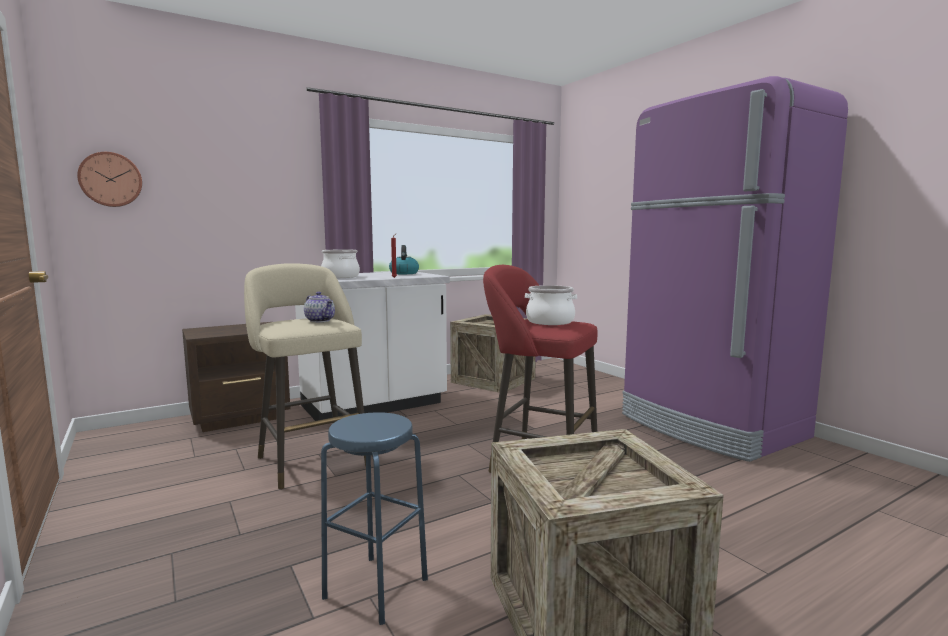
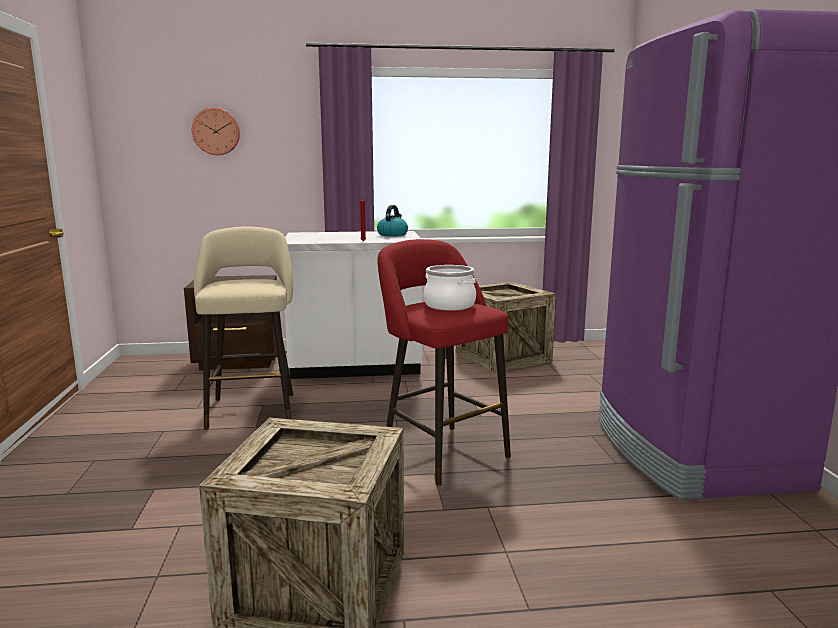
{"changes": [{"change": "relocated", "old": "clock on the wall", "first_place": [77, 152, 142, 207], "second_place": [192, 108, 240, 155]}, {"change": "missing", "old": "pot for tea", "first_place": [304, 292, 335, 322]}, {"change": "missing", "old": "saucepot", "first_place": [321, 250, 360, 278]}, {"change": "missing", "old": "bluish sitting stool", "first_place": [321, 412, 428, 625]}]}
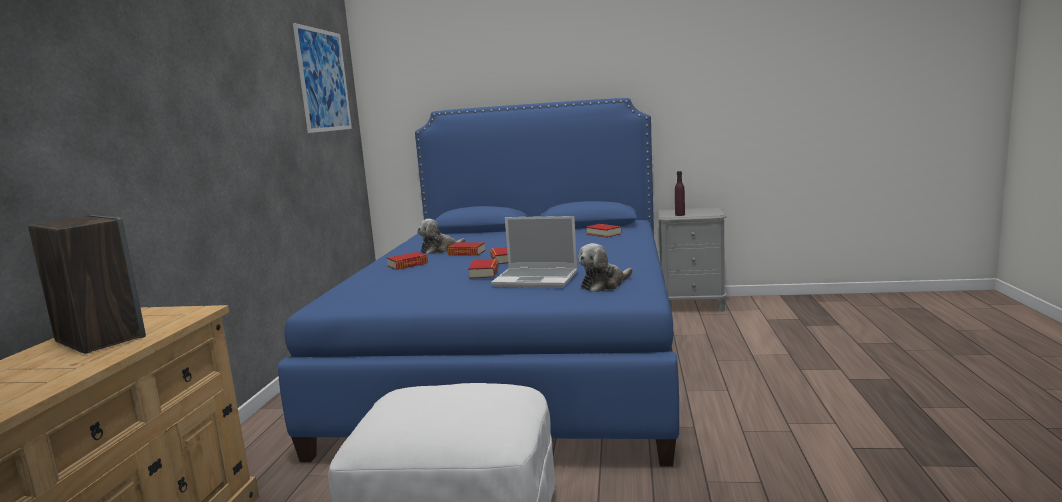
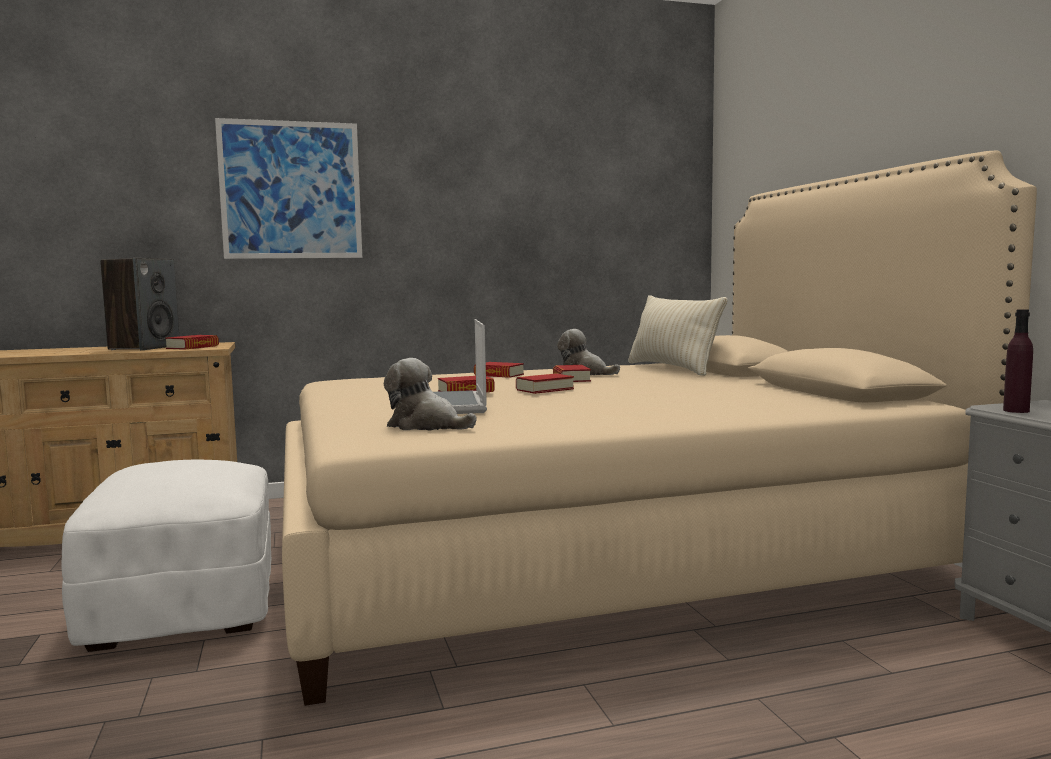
{"changes": [{"change": "colour", "old": "bluish bed", "new": "beige-coloured bed", "first_place": [278, 98, 679, 467], "second_place": [282, 150, 1037, 706]}, {"change": "relocated", "old": "picture", "first_place": [293, 23, 352, 133], "second_place": [215, 118, 362, 259]}, {"change": "relocated", "old": "bound book", "first_place": [586, 224, 622, 238], "second_place": [165, 335, 219, 350]}, {"change": "appeared", "new": "beige-coloured cushion", "second_place": [628, 295, 727, 376]}]}
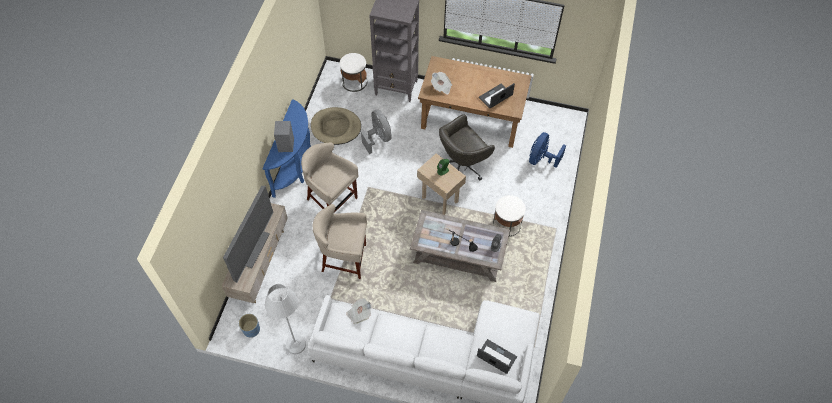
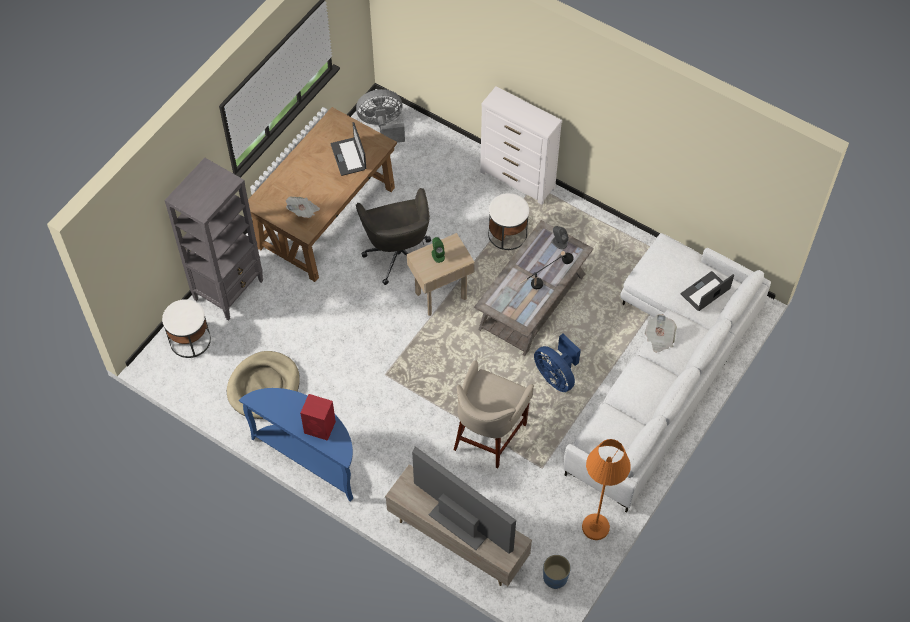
{"changes": [{"change": "colour", "old": "white-coloured standing lamp", "new": "orangey standing lamp", "first_place": [265, 284, 306, 354], "second_place": [582, 439, 631, 540]}, {"change": "colour", "old": "grey loudspeaker", "new": "red loudspeaker", "first_place": [274, 121, 294, 152], "second_place": [300, 394, 336, 441]}, {"change": "missing", "old": "beige-coloured sitting stool", "first_place": [301, 143, 359, 213]}, {"change": "relocated", "old": "newspaper", "first_place": [346, 298, 372, 324], "second_place": [645, 314, 677, 353]}, {"change": "relocated", "old": "grey cooling fan", "first_place": [361, 110, 392, 154], "second_place": [356, 89, 405, 143]}, {"change": "relocated", "old": "bluish cooling fan", "first_place": [529, 132, 566, 168], "second_place": [534, 334, 581, 392]}, {"change": "appeared", "new": "white-coloured chest of drawers", "second_place": [480, 86, 562, 205]}]}
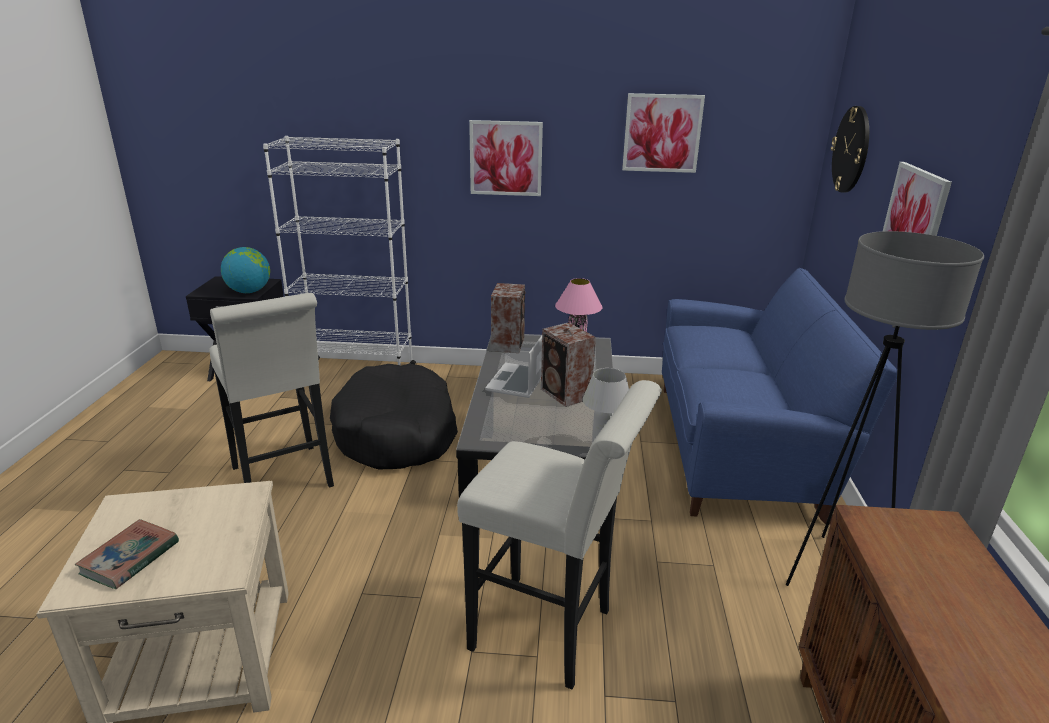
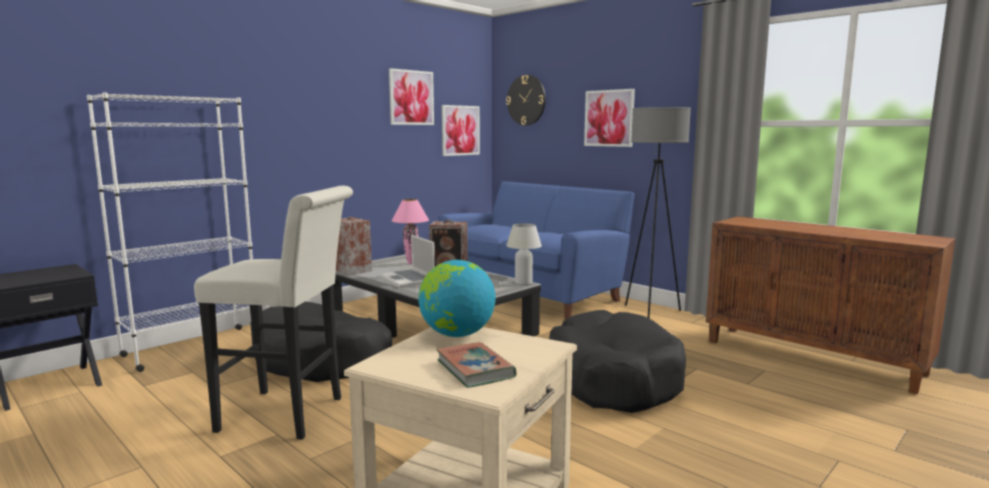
{"changes": [{"change": "relocated", "old": "globe", "first_place": [221, 247, 270, 293], "second_place": [418, 260, 495, 337]}, {"change": "exchanged", "old": "white-coloured sitting stool", "new": "black-coloured dog cushion", "first_place": [457, 380, 662, 690], "second_place": [549, 310, 686, 413]}, {"change": "relocated", "old": "picture", "first_place": [469, 120, 543, 196], "second_place": [442, 105, 480, 156]}]}
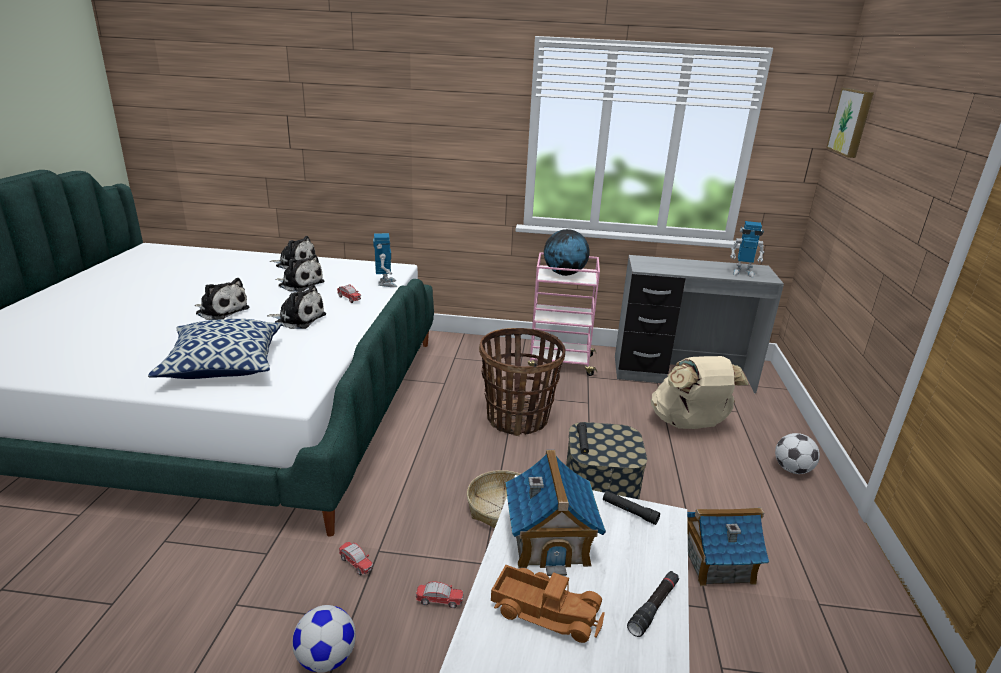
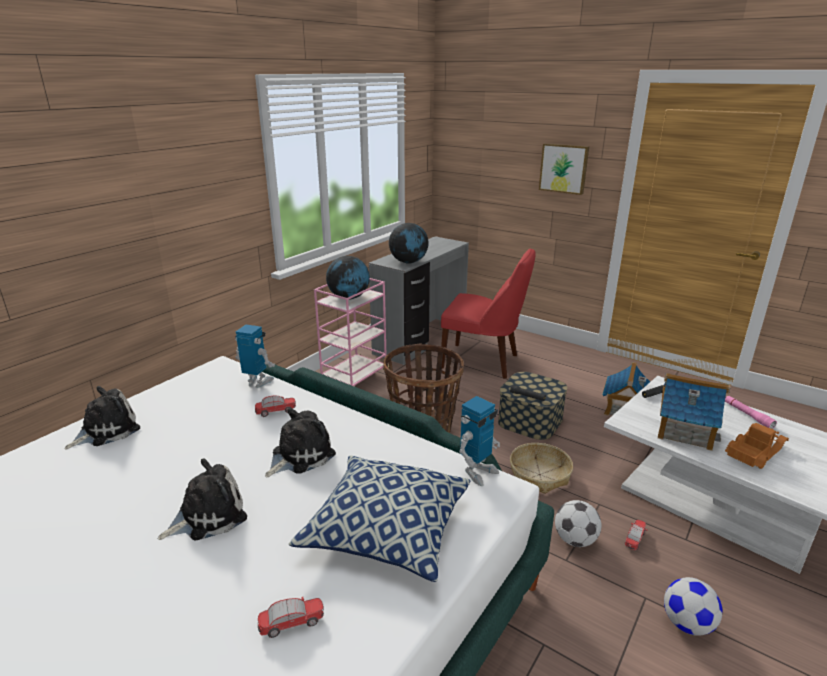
{"changes": [{"change": "missing", "old": "cuddly toy", "first_place": [275, 254, 325, 292]}, {"change": "relocated", "old": "miniature car", "first_place": [339, 542, 373, 575], "second_place": [258, 597, 324, 638]}, {"change": "colour", "old": "black-coloured hand torch", "new": "pinkish hand torch", "first_place": [627, 571, 679, 637], "second_place": [725, 396, 777, 429]}, {"change": "exchanged", "old": "beige-coloured backpack", "new": "red upright chair", "first_place": [651, 356, 749, 429], "second_place": [441, 248, 536, 379]}, {"change": "relocated", "old": "toy robot", "first_place": [730, 221, 764, 278], "second_place": [459, 396, 500, 486]}, {"change": "relocated", "old": "ball for football", "first_place": [775, 433, 820, 474], "second_place": [555, 500, 602, 547]}, {"change": "relocated", "old": "picture", "first_place": [826, 88, 874, 158], "second_place": [539, 143, 589, 195]}, {"change": "appeared", "new": "globe", "second_place": [389, 223, 429, 264]}]}
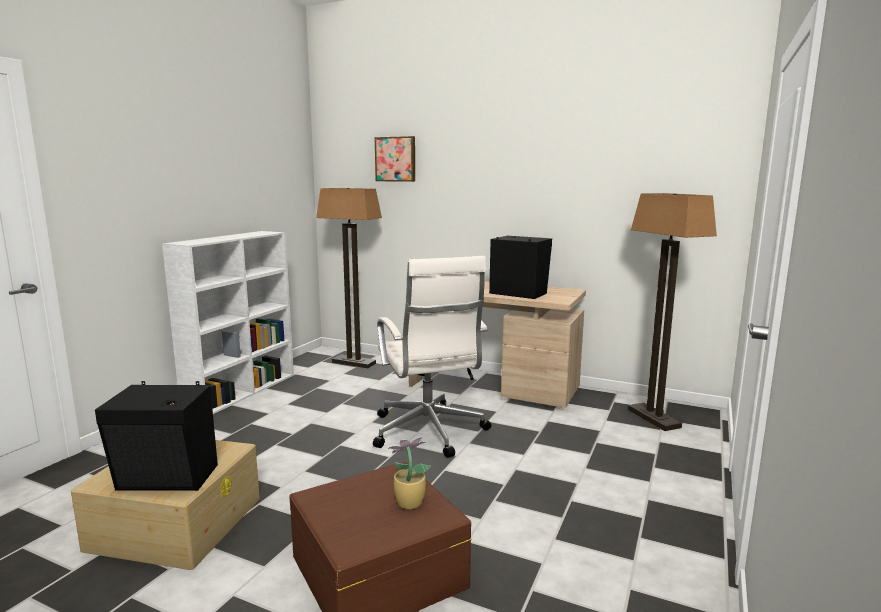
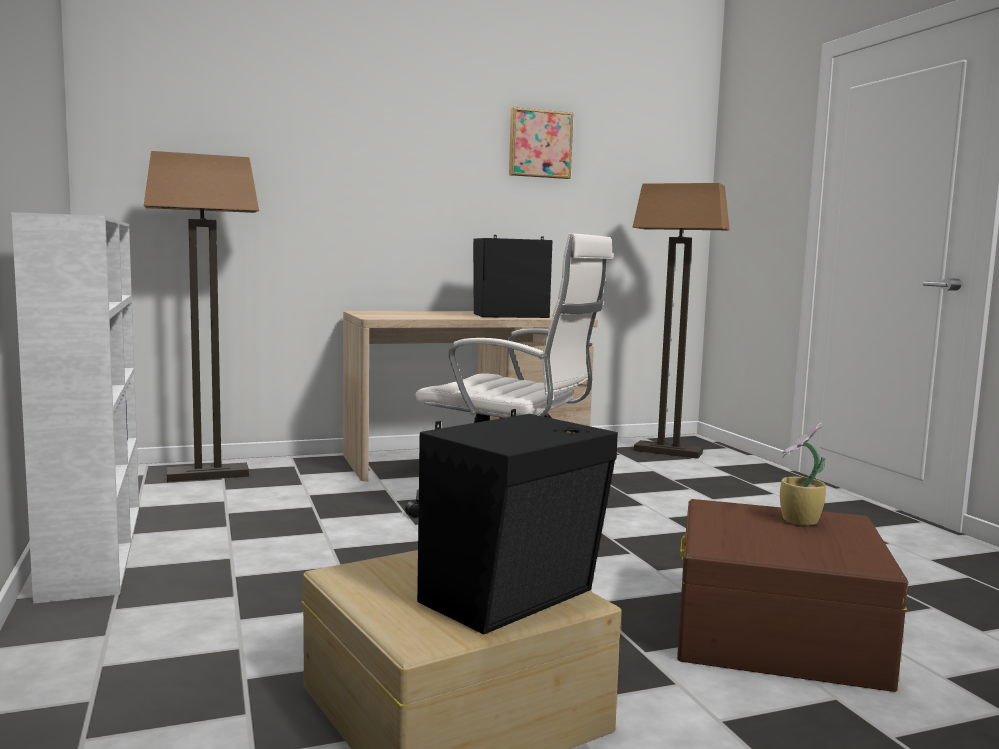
{"changes": [{"change": "relocated", "old": "picture", "first_place": [375, 136, 415, 182], "second_place": [509, 107, 573, 179]}]}
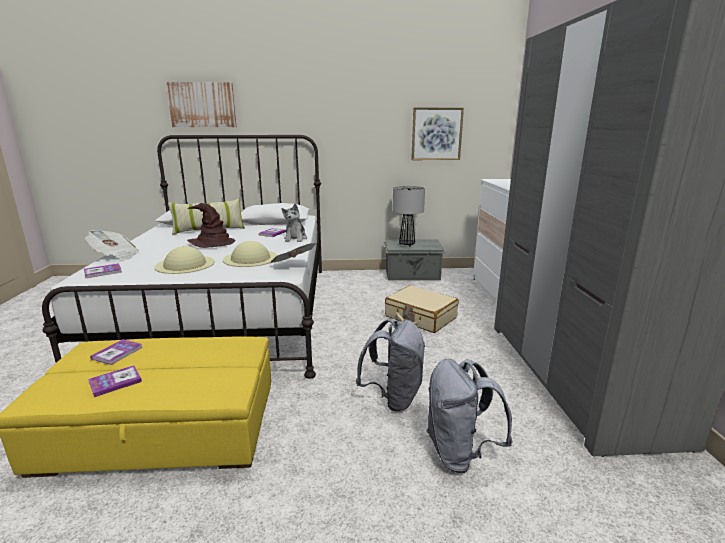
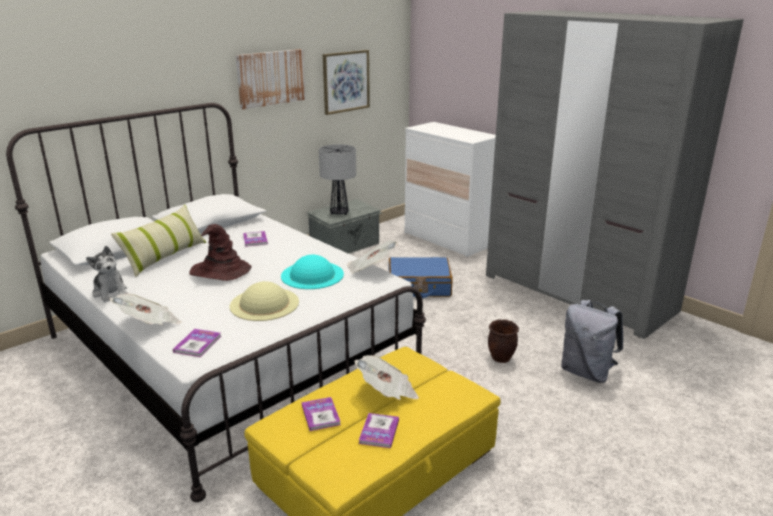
{"changes": [{"change": "relocated", "old": "picture", "first_place": [166, 82, 236, 127], "second_place": [236, 49, 306, 109]}, {"change": "colour", "old": "beige-coloured clothing hat", "new": "turquoise clothing hat", "first_place": [223, 241, 277, 267], "second_place": [281, 255, 344, 289]}, {"change": "relocated", "old": "cuddly toy", "first_place": [281, 204, 307, 242], "second_place": [86, 246, 128, 302]}, {"change": "exchanged", "old": "grey backpack", "new": "brown-coloured planter", "first_place": [356, 319, 425, 411], "second_place": [488, 320, 519, 363]}, {"change": "colour", "old": "beige-coloured travel case", "new": "bluish travel case", "first_place": [385, 285, 458, 333], "second_place": [389, 257, 453, 298]}, {"change": "appeared", "new": "newspaper", "second_place": [355, 355, 419, 400]}]}
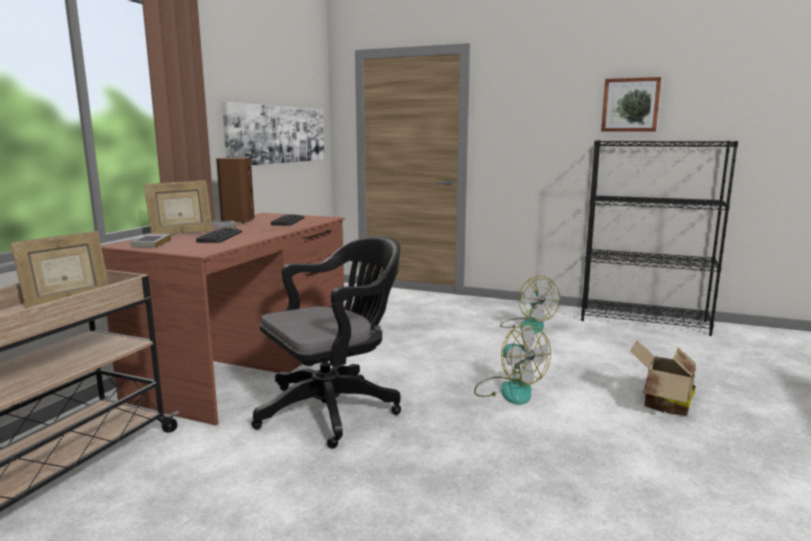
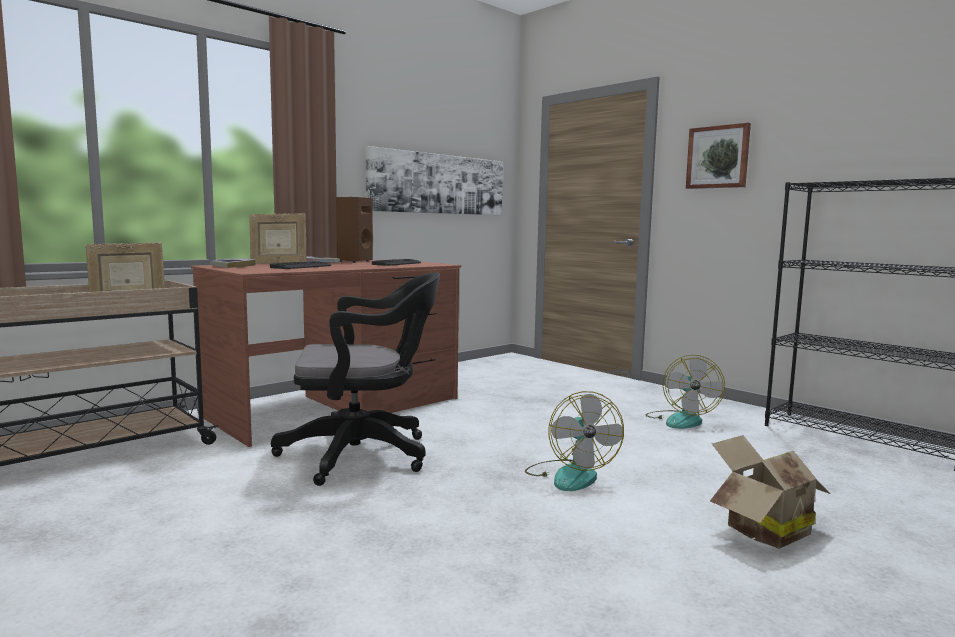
{"changes": [{"change": "relocated", "old": "picture", "first_place": [601, 77, 661, 132], "second_place": [686, 123, 751, 189]}]}
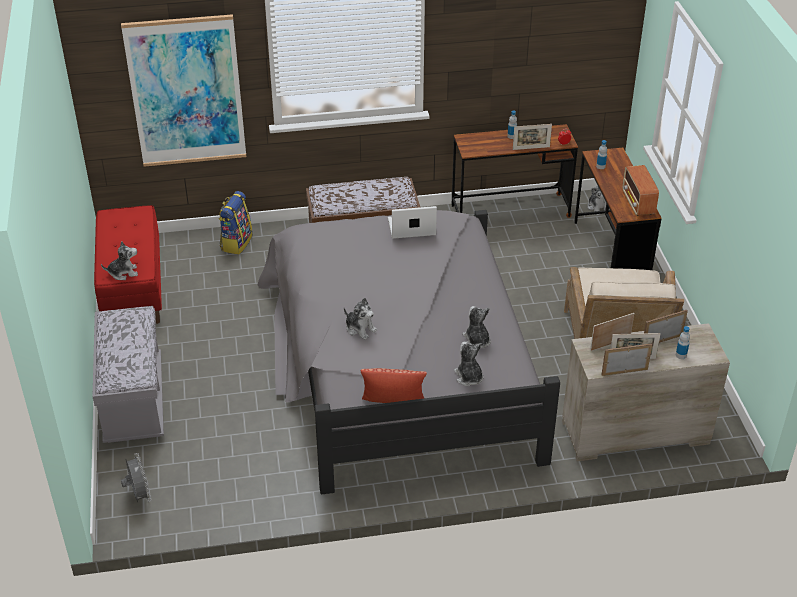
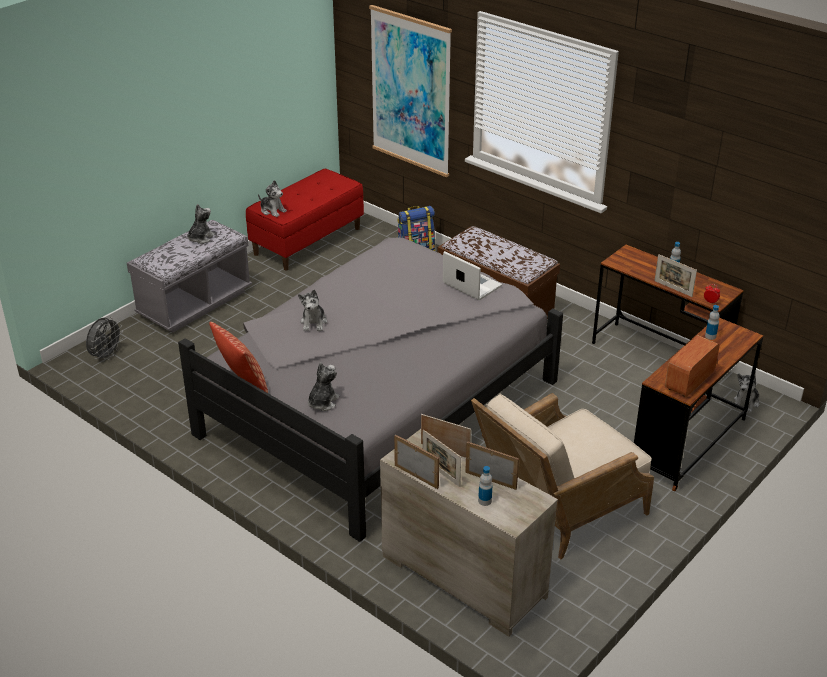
{"changes": [{"change": "relocated", "old": "cuddly toy", "first_place": [463, 306, 491, 348], "second_place": [187, 204, 215, 244]}]}
